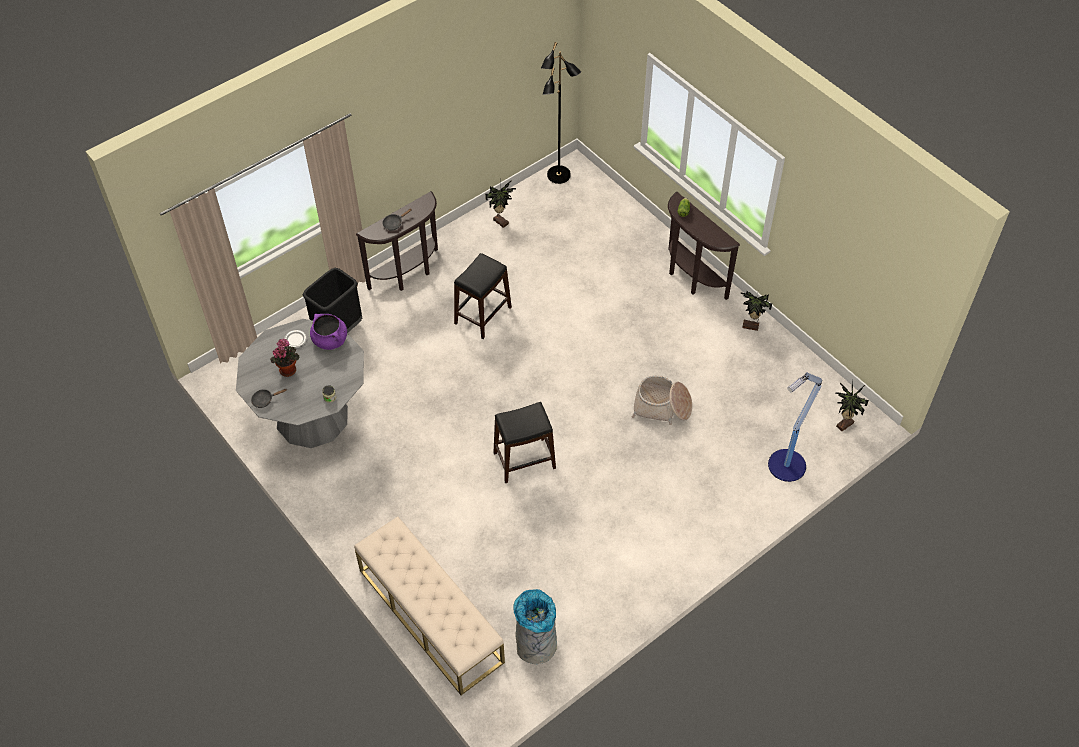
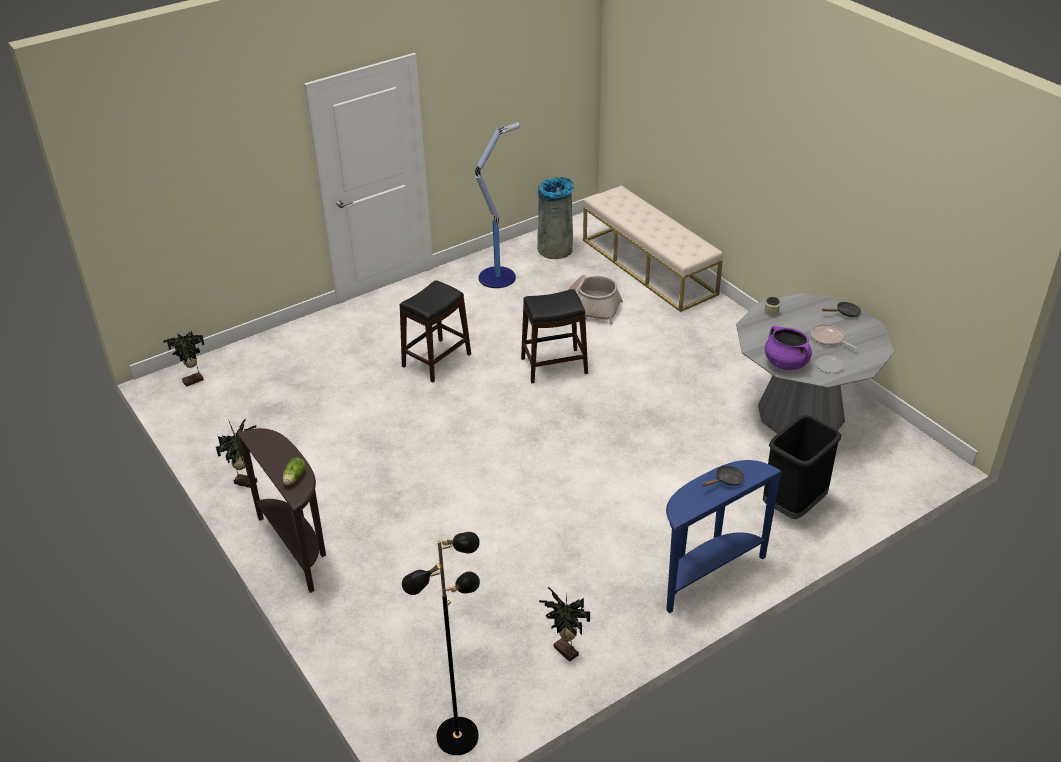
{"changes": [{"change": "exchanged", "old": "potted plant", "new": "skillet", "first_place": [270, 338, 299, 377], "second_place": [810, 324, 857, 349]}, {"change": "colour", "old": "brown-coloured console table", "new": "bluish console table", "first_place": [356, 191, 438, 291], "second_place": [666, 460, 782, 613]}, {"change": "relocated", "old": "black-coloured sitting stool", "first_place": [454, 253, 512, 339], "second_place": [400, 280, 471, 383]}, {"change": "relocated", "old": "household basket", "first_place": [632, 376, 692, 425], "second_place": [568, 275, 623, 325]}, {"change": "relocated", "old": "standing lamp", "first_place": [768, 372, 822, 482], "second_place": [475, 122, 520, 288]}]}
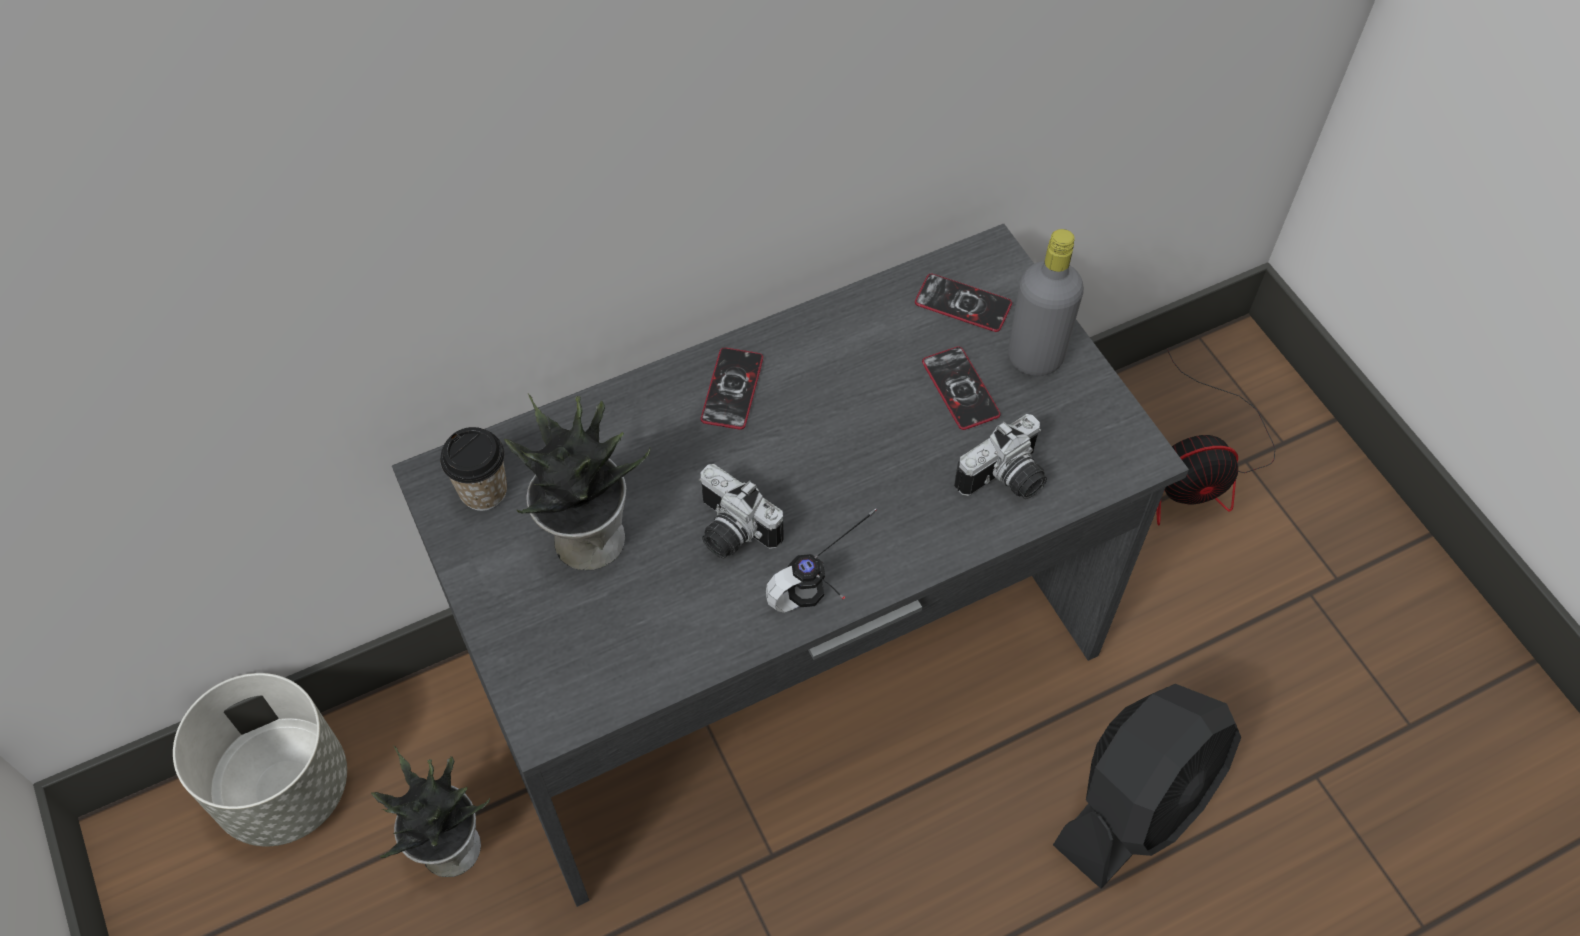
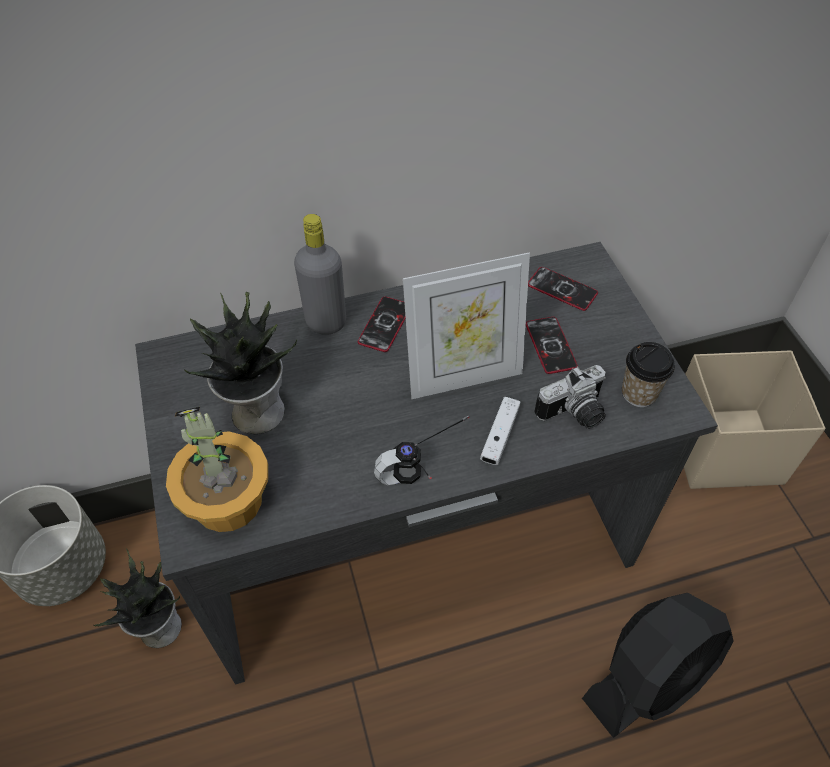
{"changes": [{"change": "relocated", "old": "cup", "first_place": [440, 427, 507, 511], "second_place": [622, 342, 675, 407]}, {"change": "missing", "old": "still camera", "first_place": [699, 464, 783, 558]}, {"change": "relocated", "old": "grey drink bottle", "first_place": [1008, 229, 1084, 376], "second_place": [294, 214, 346, 335]}, {"change": "exchanged", "old": "cooling fan", "new": "beige-coloured storage box", "first_place": [1156, 348, 1275, 526], "second_place": [684, 350, 826, 489]}, {"change": "appeared", "new": "potted plant", "second_place": [166, 407, 268, 532]}, {"change": "appeared", "new": "photo frame", "second_place": [403, 253, 530, 399]}, {"change": "appeared", "new": "white-coloured gamepad", "second_place": [480, 397, 521, 465]}]}
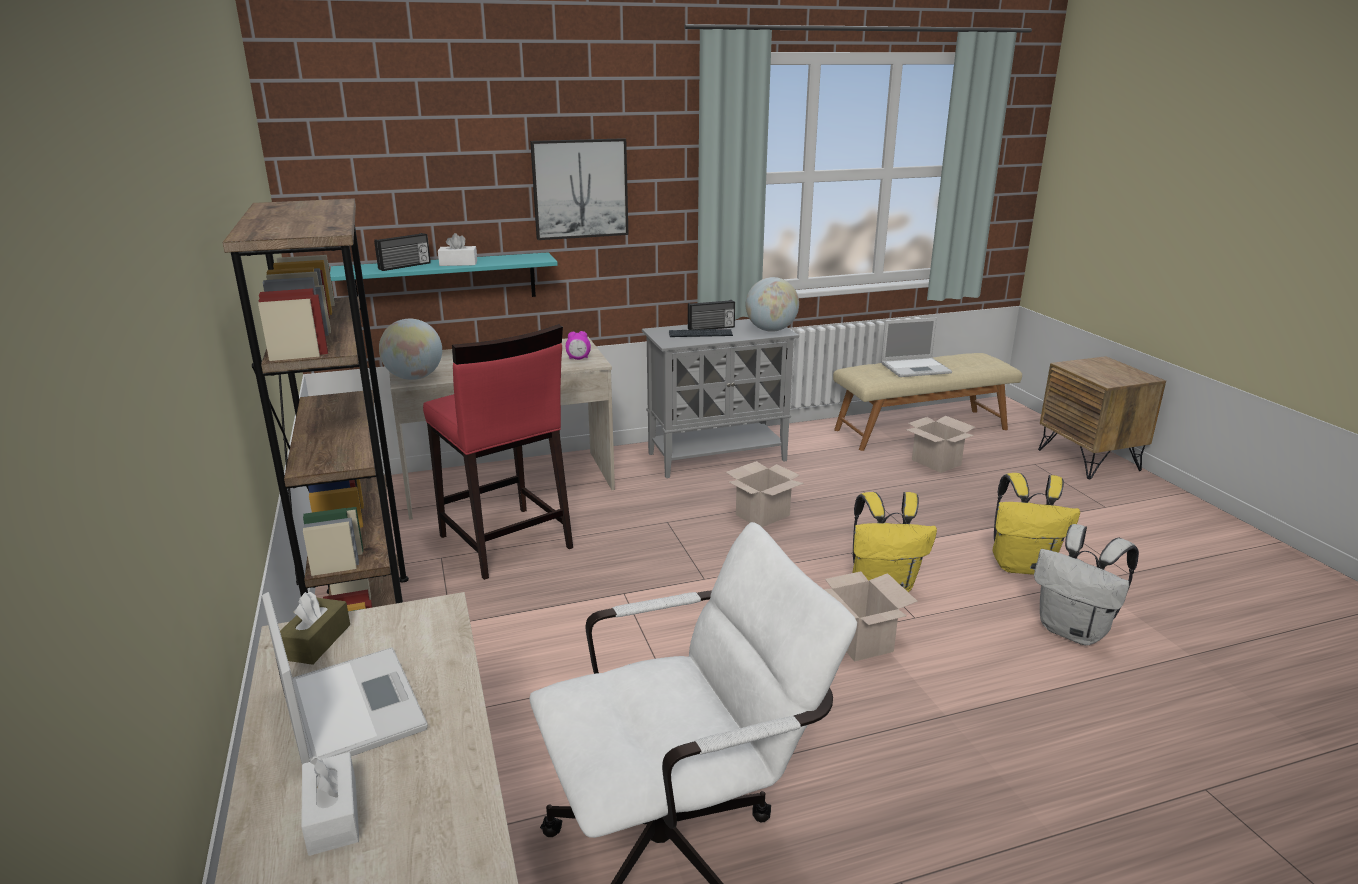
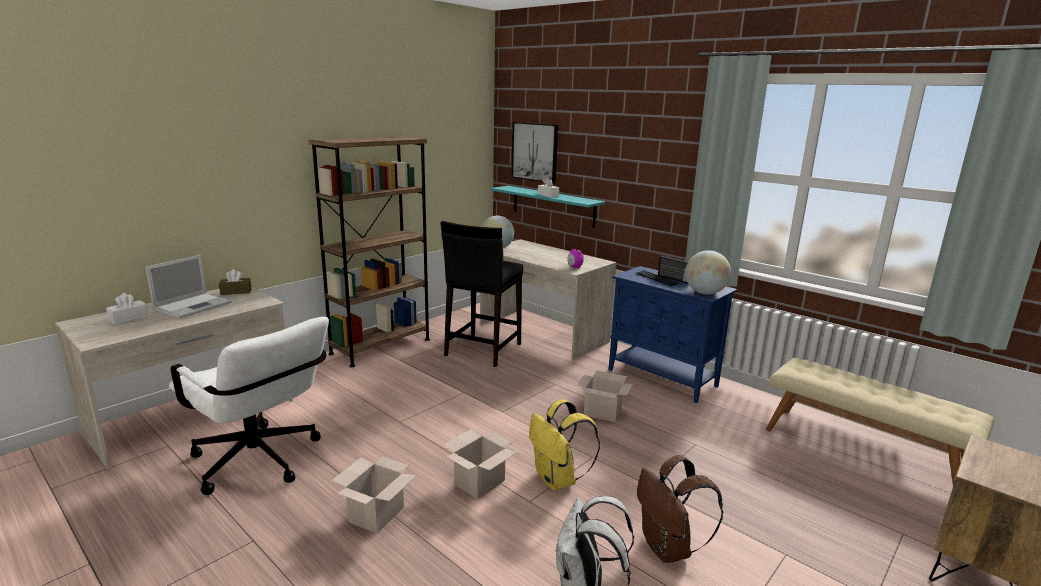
{"changes": [{"change": "missing", "old": "radio set", "first_place": [374, 233, 431, 271]}, {"change": "colour", "old": "red sitting stool", "new": "black-coloured sitting stool", "first_place": [423, 324, 573, 580], "second_place": [440, 221, 523, 367]}, {"change": "relocated", "old": "picture", "first_place": [530, 138, 628, 240], "second_place": [511, 122, 558, 184]}, {"change": "colour", "old": "grey cupboard", "new": "bluish cupboard", "first_place": [642, 319, 799, 478], "second_place": [609, 266, 737, 403]}, {"change": "missing", "old": "laptop", "first_place": [881, 318, 952, 377]}, {"change": "relocated", "old": "packing box", "first_place": [906, 416, 975, 473], "second_place": [332, 457, 416, 534]}, {"change": "colour", "old": "yellow backpack", "new": "brown-coloured backpack", "first_place": [993, 473, 1080, 575], "second_place": [637, 455, 723, 563]}]}
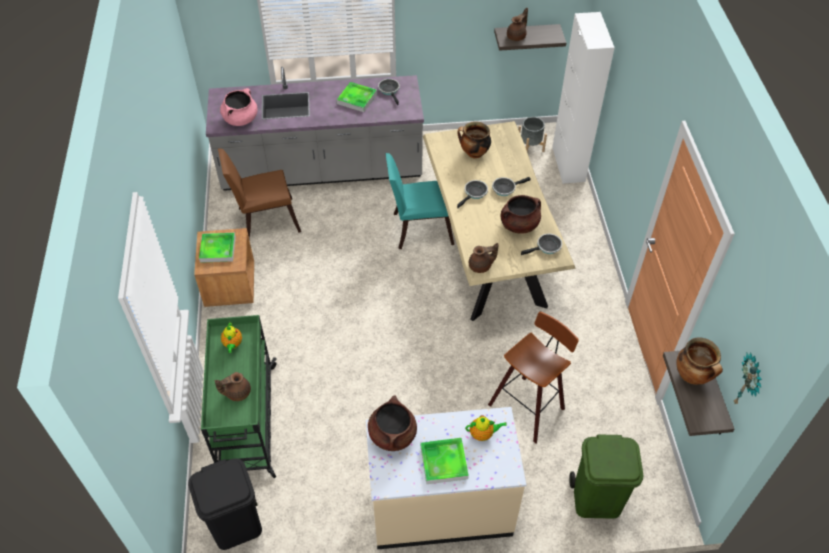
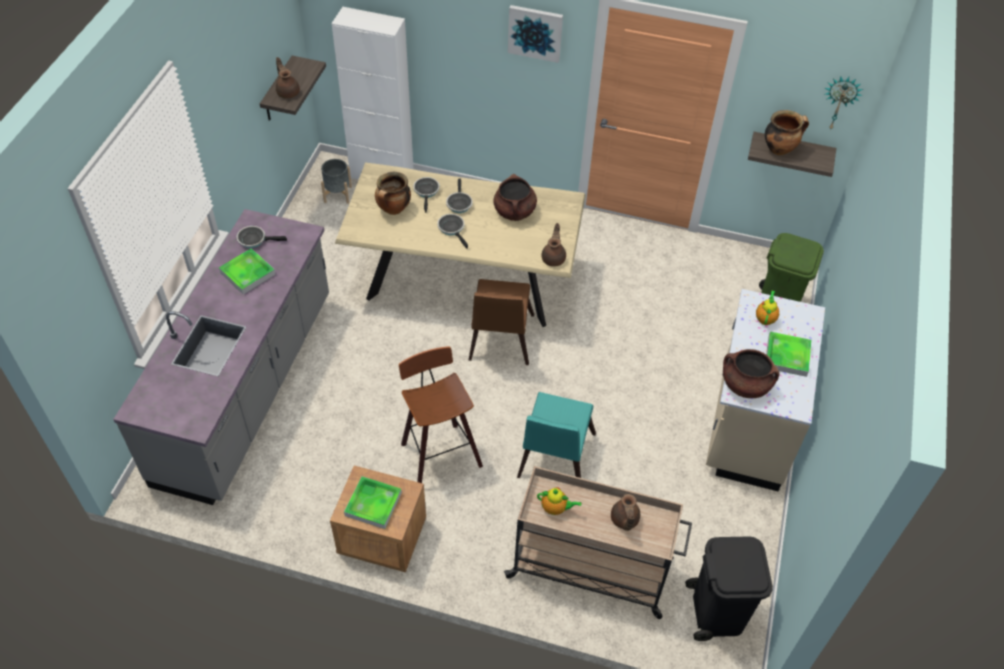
{"changes": [{"change": "colour", "old": "green trolley", "new": "beige-coloured trolley", "first_place": [201, 315, 277, 478], "second_place": [504, 466, 692, 619]}, {"change": "relocated", "old": "brown-coloured upright chair", "first_place": [218, 148, 301, 239], "second_place": [469, 279, 534, 365]}, {"change": "missing", "old": "pinkish saucepot", "first_place": [220, 88, 258, 126]}, {"change": "relocated", "old": "turquoise upright chair", "first_place": [386, 153, 454, 249], "second_place": [517, 392, 596, 478]}, {"change": "relocated", "old": "sitting stool", "first_place": [488, 312, 579, 443], "second_place": [399, 346, 483, 483]}, {"change": "relocated", "old": "skillet", "first_place": [521, 234, 562, 255], "second_place": [413, 177, 440, 213]}, {"change": "appeared", "new": "picture", "second_place": [508, 5, 563, 63]}]}
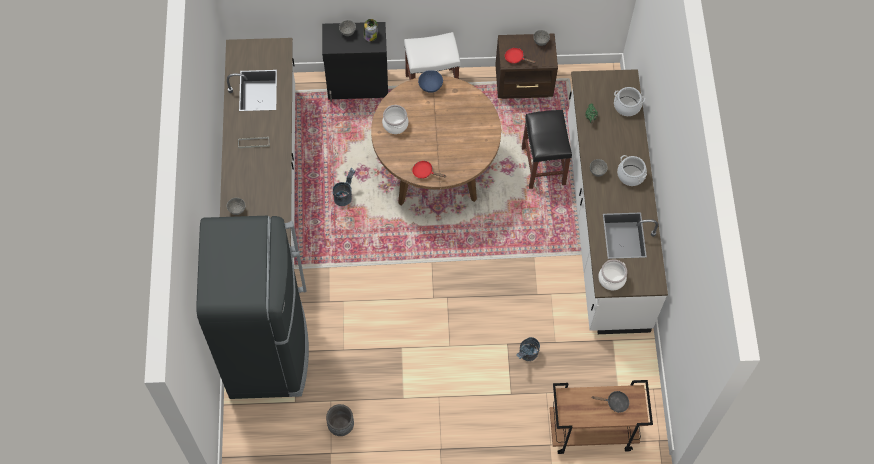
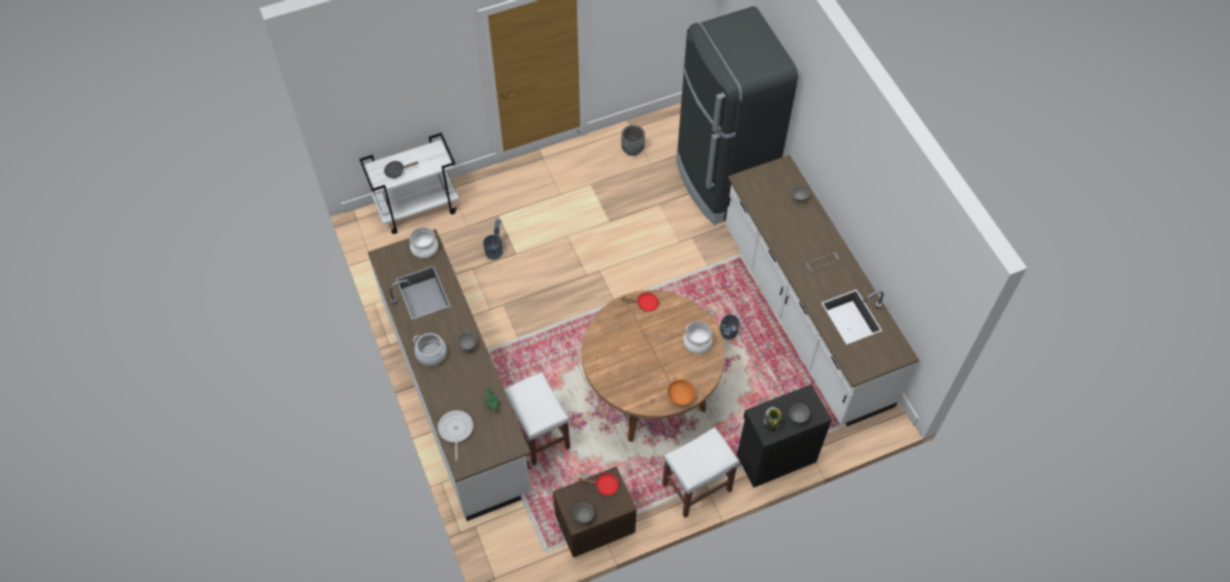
{"changes": [{"change": "colour", "old": "bluish bowl", "new": "orangey bowl", "first_place": [418, 70, 443, 93], "second_place": [667, 379, 696, 406]}, {"change": "colour", "old": "black-coloured sitting stool", "new": "white-coloured sitting stool", "first_place": [522, 110, 572, 189], "second_place": [504, 372, 570, 466]}, {"change": "colour", "old": "brown-coloured trolley", "new": "white-coloured trolley", "first_place": [550, 380, 653, 454], "second_place": [359, 133, 459, 234]}, {"change": "exchanged", "old": "saucepot", "new": "skillet", "first_place": [614, 87, 645, 116], "second_place": [438, 410, 473, 462]}]}
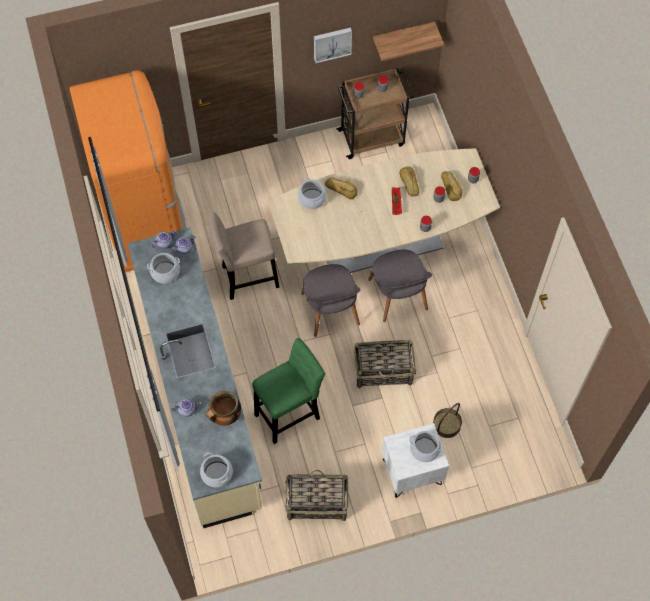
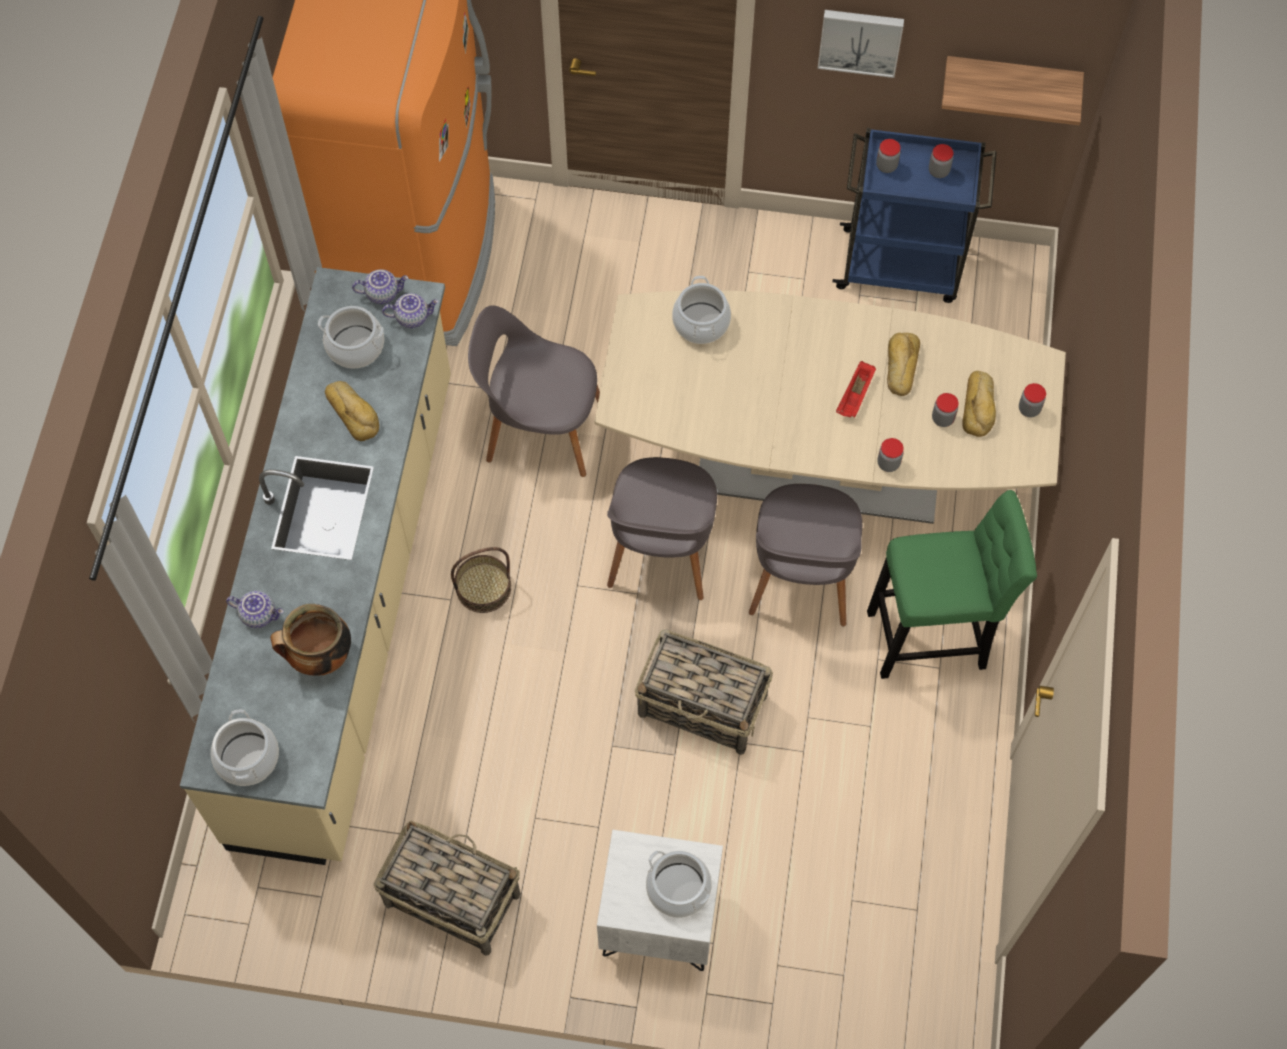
{"changes": [{"change": "exchanged", "old": "beige-coloured sitting stool", "new": "grey upright chair", "first_place": [208, 212, 279, 300], "second_place": [468, 306, 600, 477]}, {"change": "relocated", "old": "green sitting stool", "first_place": [252, 338, 325, 444], "second_place": [867, 490, 1037, 679]}, {"change": "relocated", "old": "baked bread", "first_place": [325, 178, 358, 199], "second_place": [325, 381, 379, 441]}, {"change": "colour", "old": "brown-coloured trolley", "new": "bluish trolley", "first_place": [336, 68, 414, 159], "second_place": [832, 128, 997, 303]}, {"change": "relocated", "old": "household basket", "first_place": [433, 403, 462, 438], "second_place": [451, 547, 511, 613]}]}
